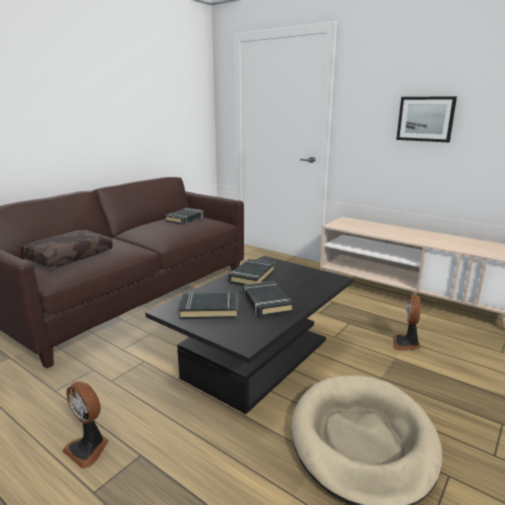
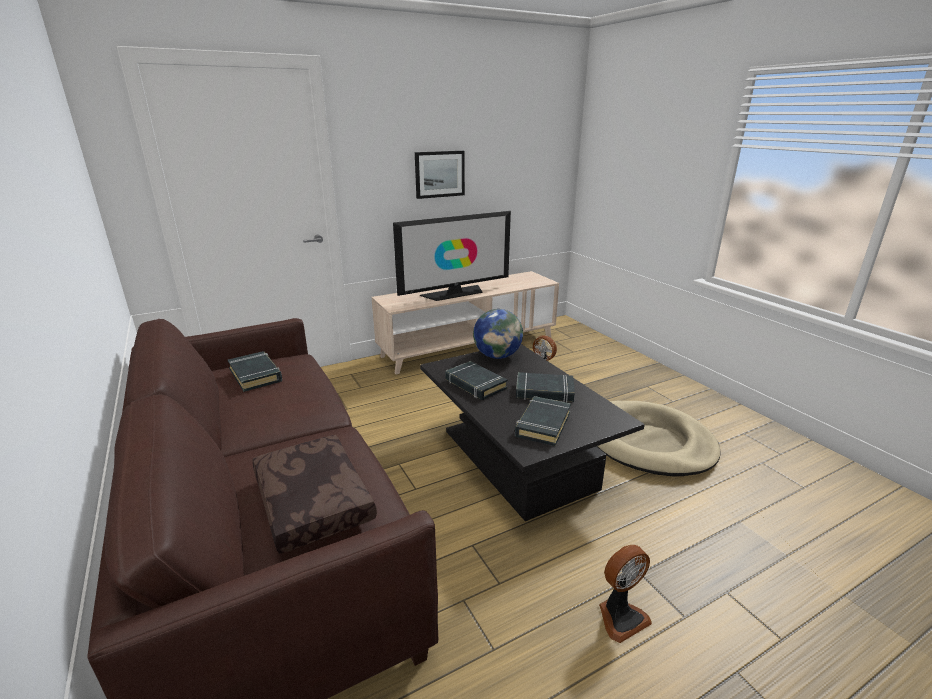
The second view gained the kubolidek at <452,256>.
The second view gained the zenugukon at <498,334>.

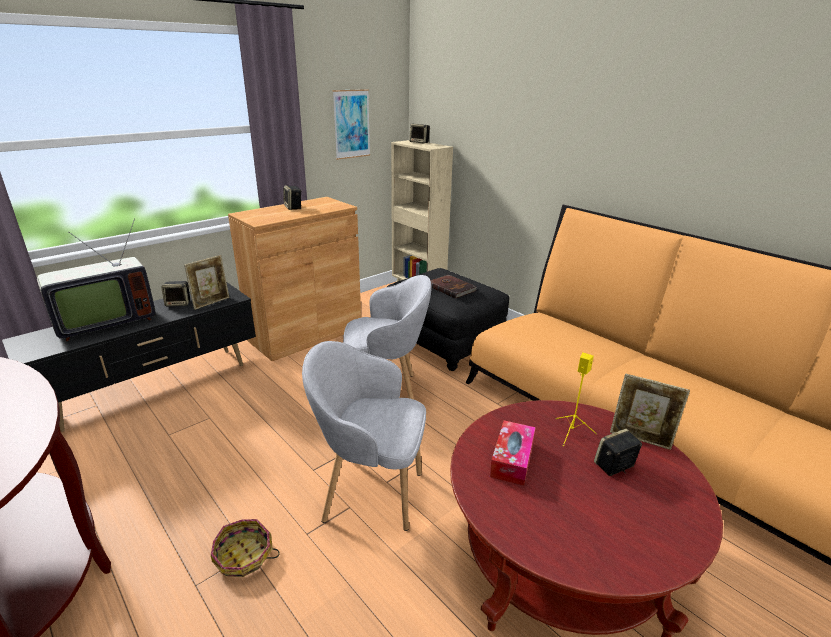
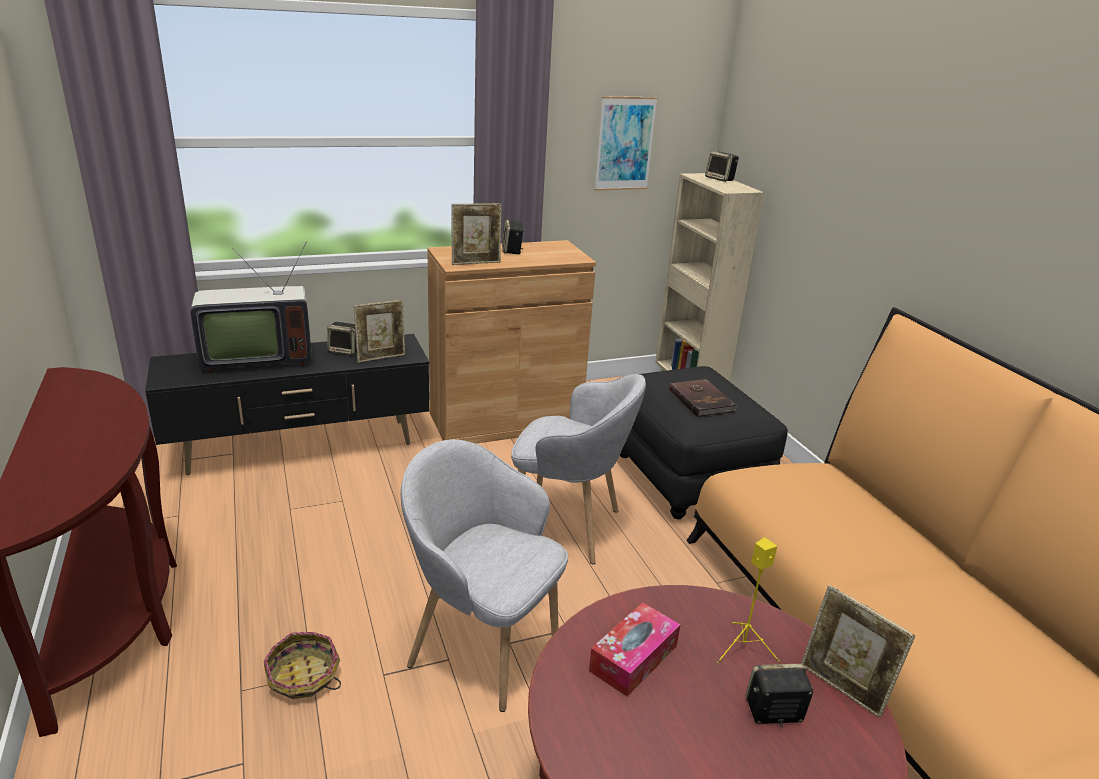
The second view gained the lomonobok at <476,234>.

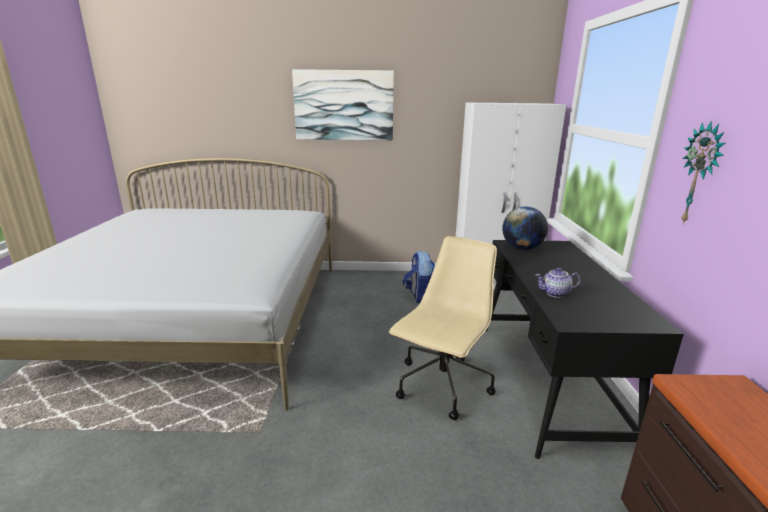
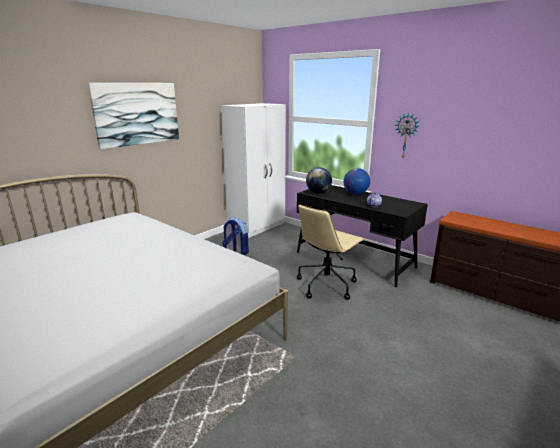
The second view gained the zenugukon at <357,181>.
The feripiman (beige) at <443,328> ended up facing another way, 120 degrees counterclockwise from before.

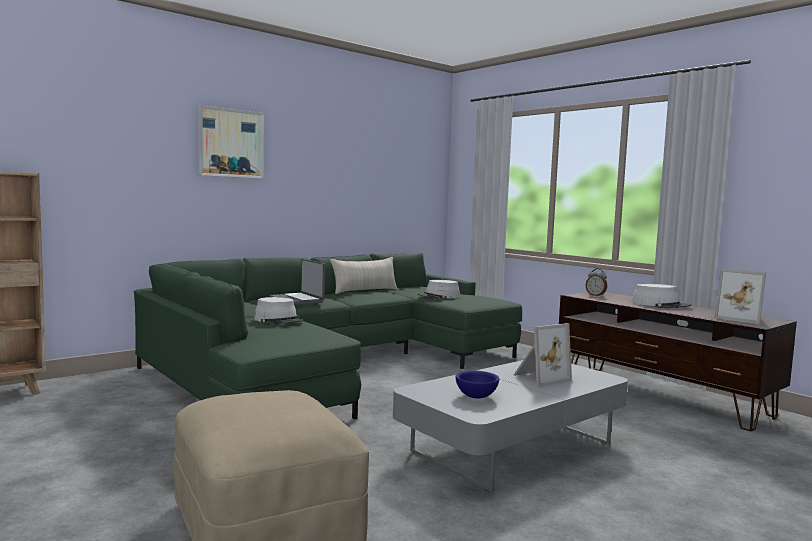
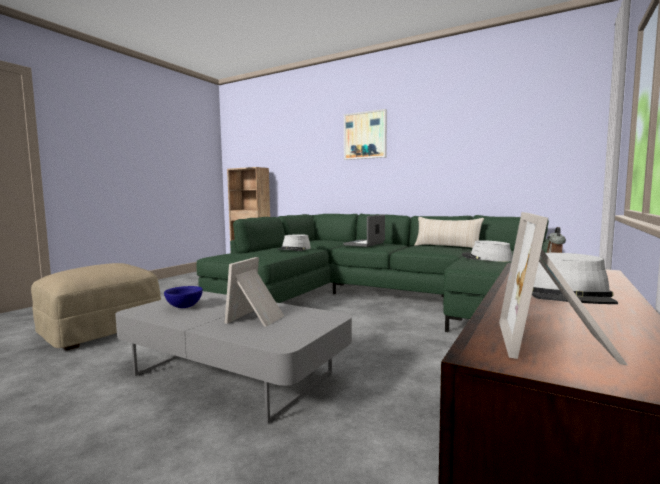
The lomonobok at <543,355> ended up facing another way, 75 degrees clockwise from before.

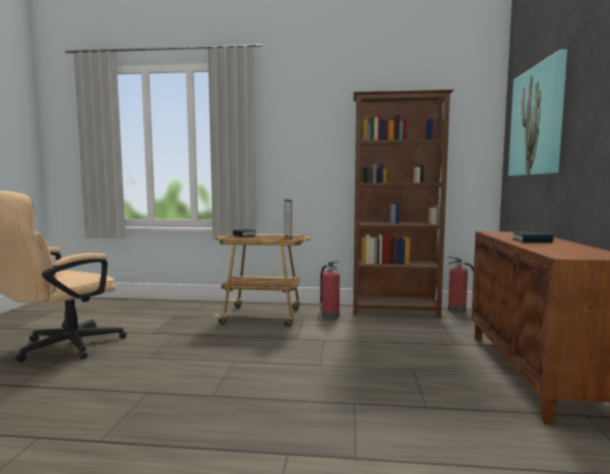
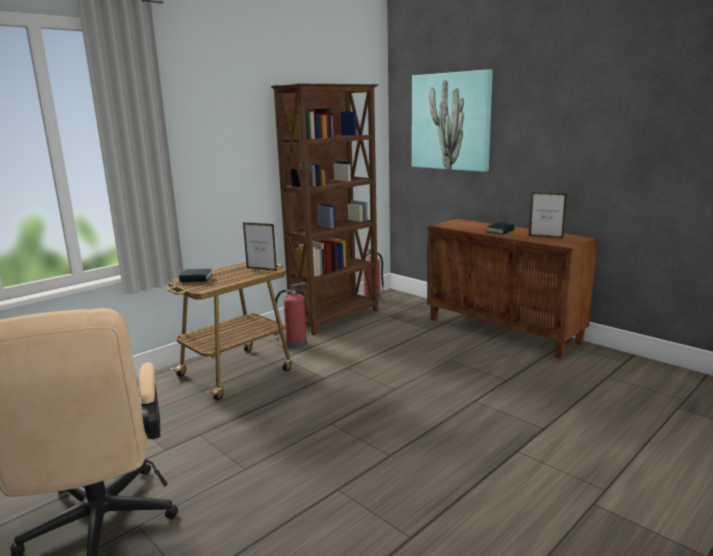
The second view gained the lomonobok at <548,215>.

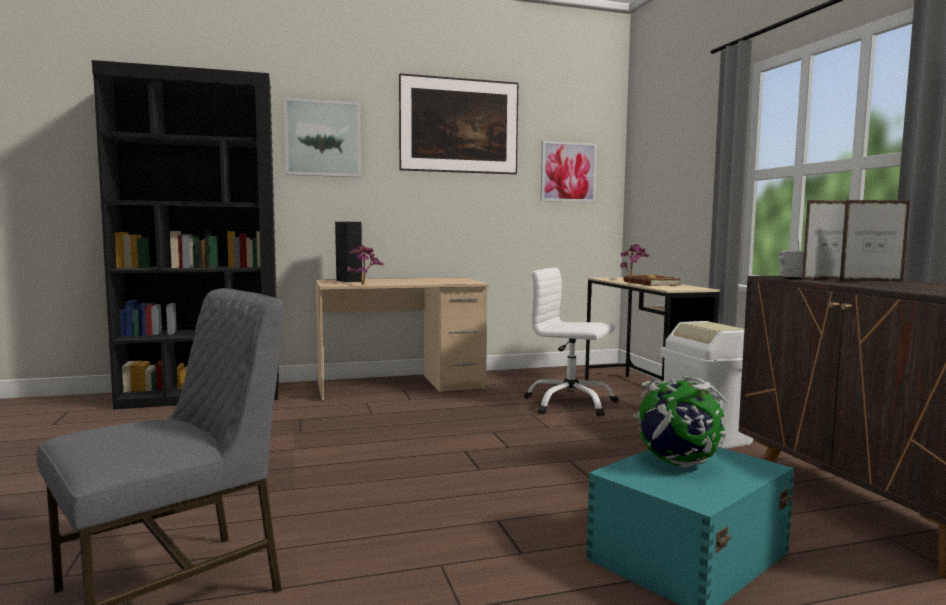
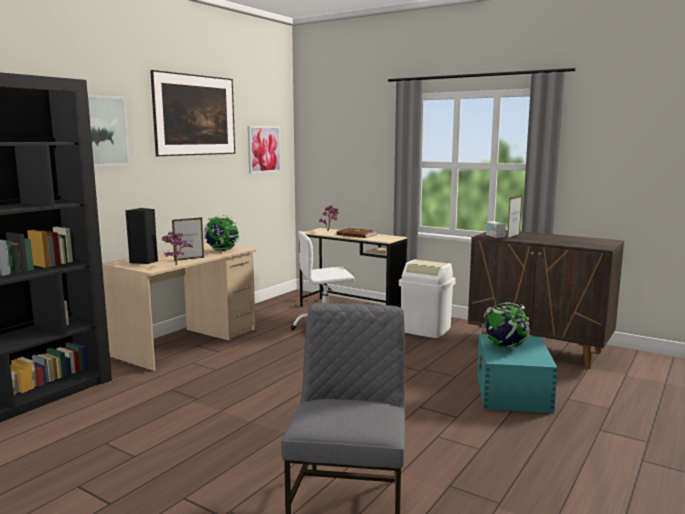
The second view gained the zenugukon at <222,233>.
The lomonobok ended up elsewhere, having gone from <875,241> to <188,239>.

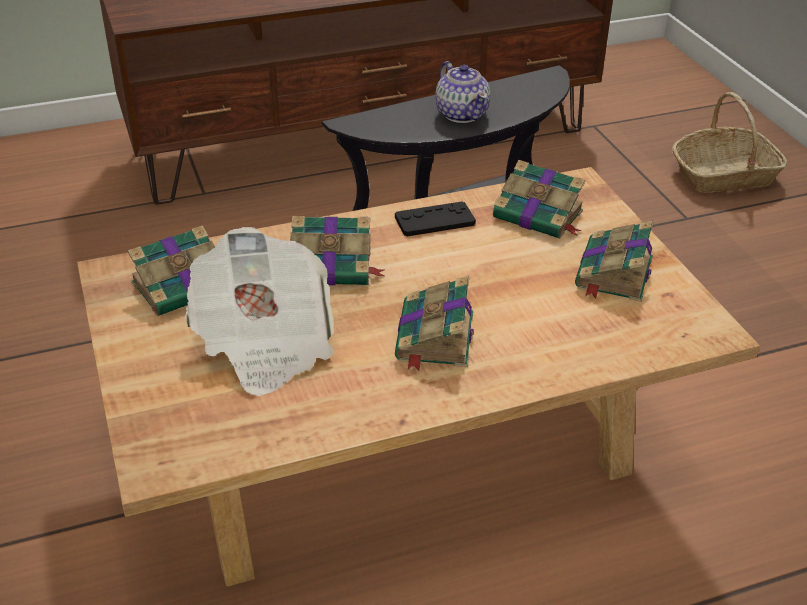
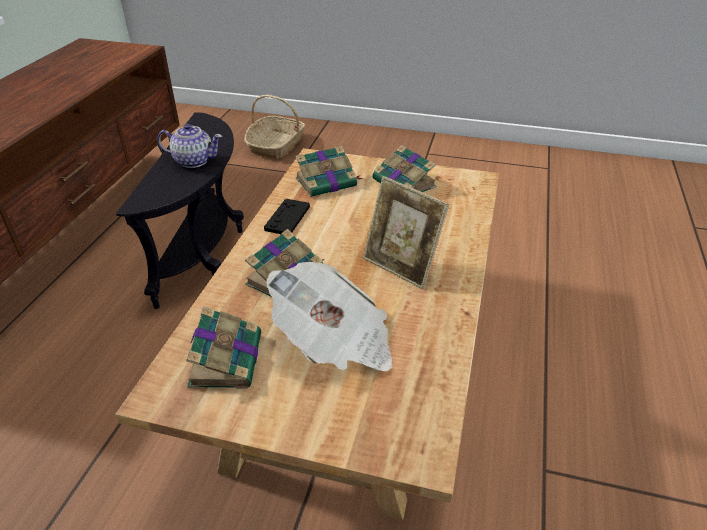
Where the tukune stood at <434,323>, the lomonobok came to stand at <406,232>.

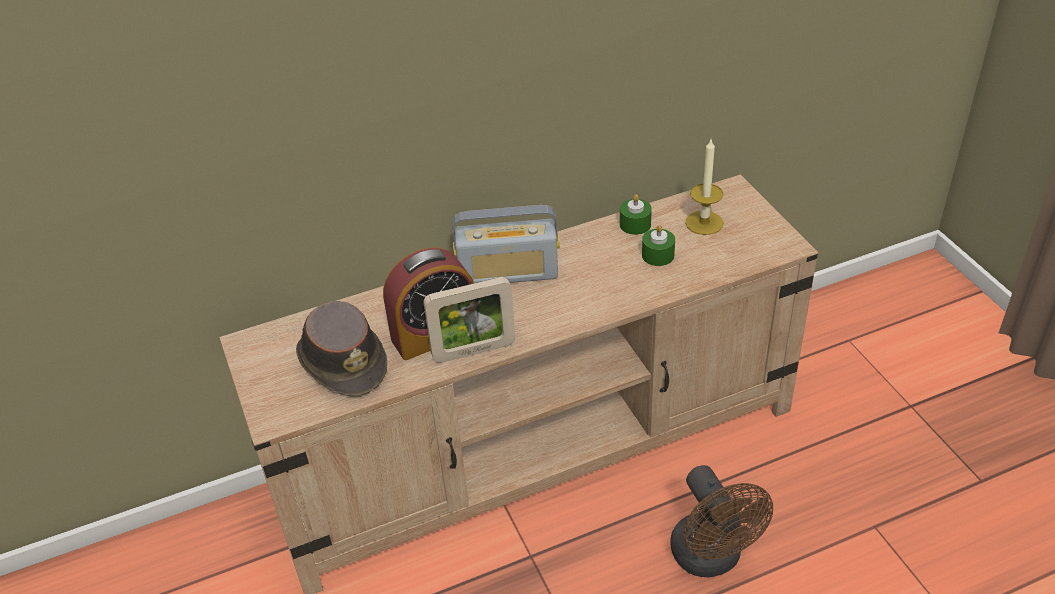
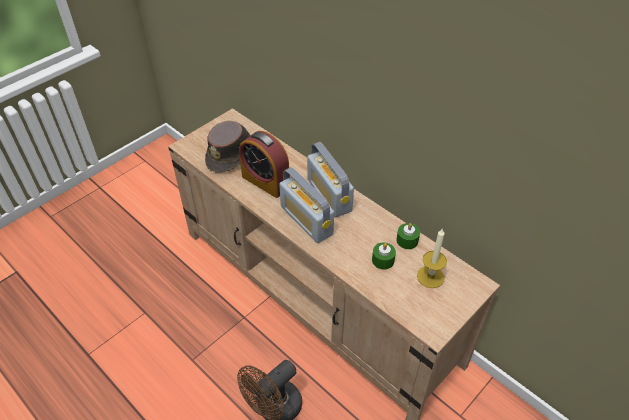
The second view lost the lomonobok at <469,320>.
The second view gained the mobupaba at <306,205>.

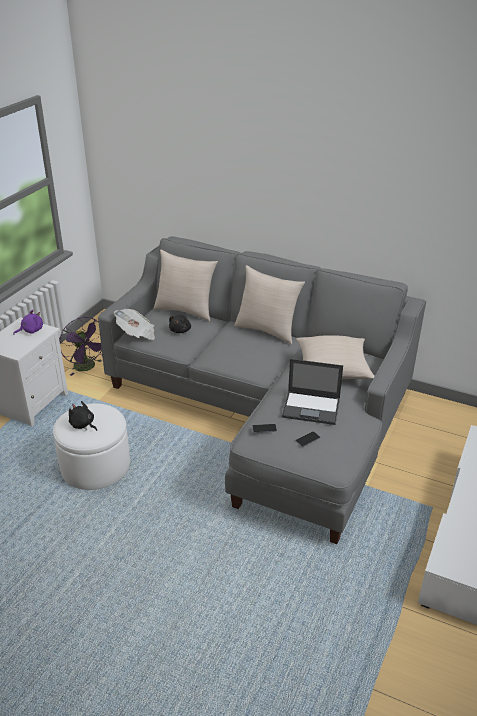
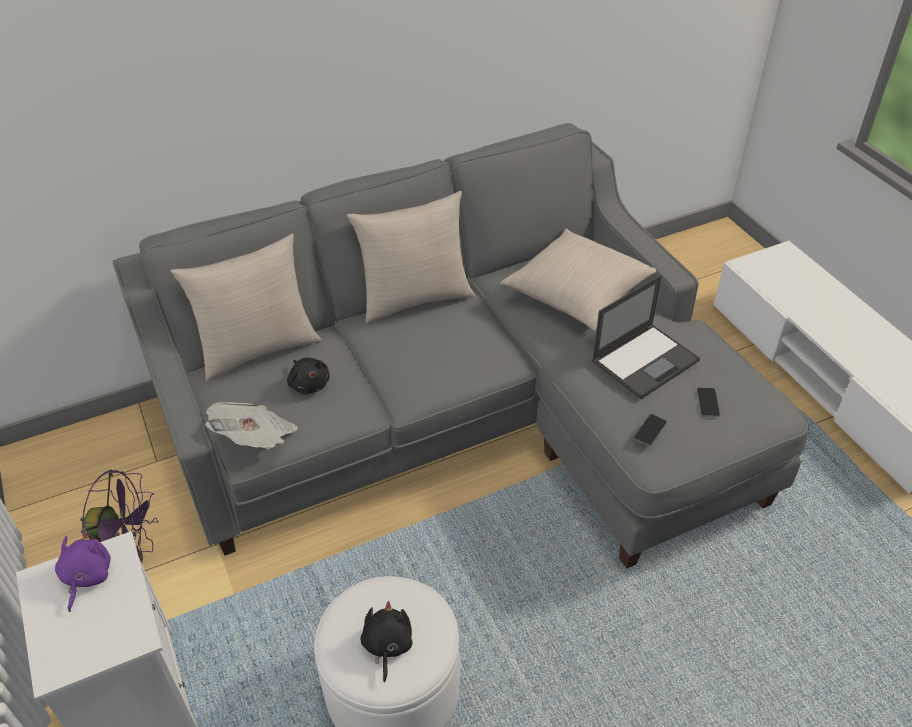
The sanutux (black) at <83,416> ended up facing another way, 105 degrees clockwise from before.

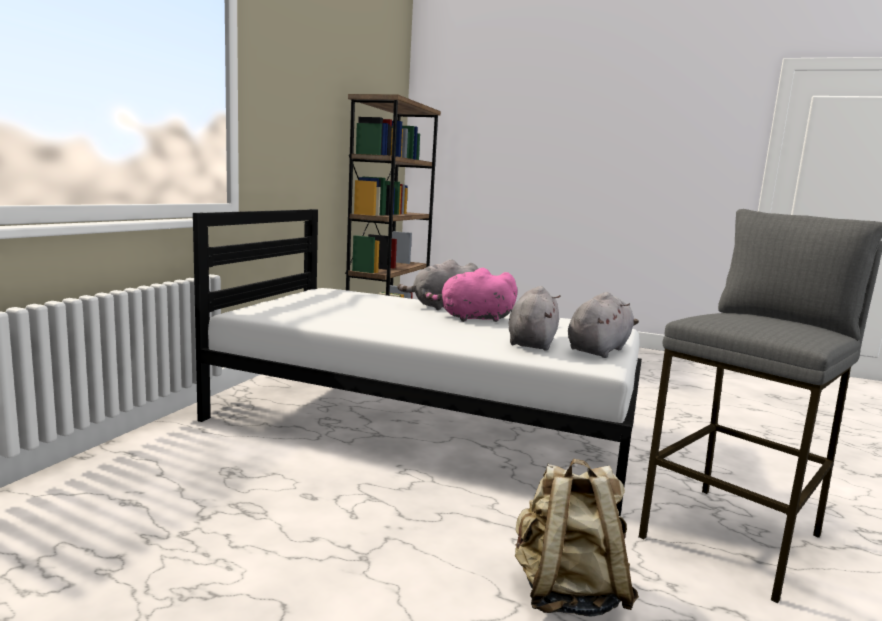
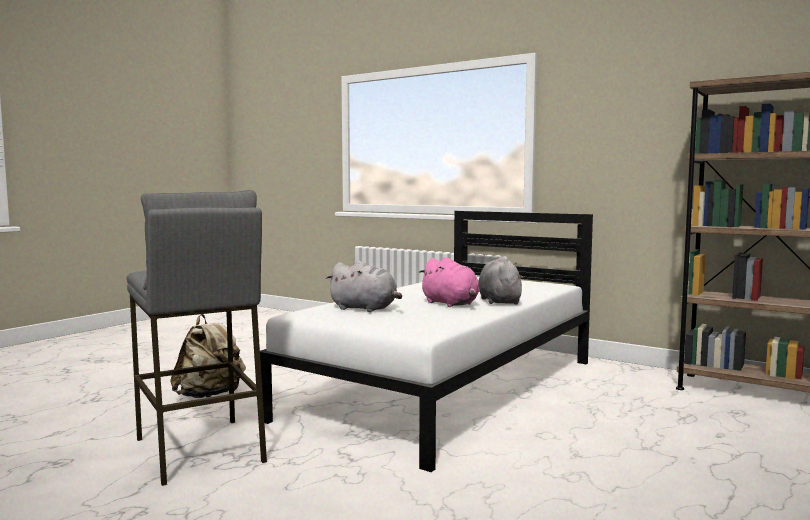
The second view lost the sanutux (grey) at <603,325>.
The sanutux (pink) at <471,295> ended up facing another way, 135 degrees clockwise from before.

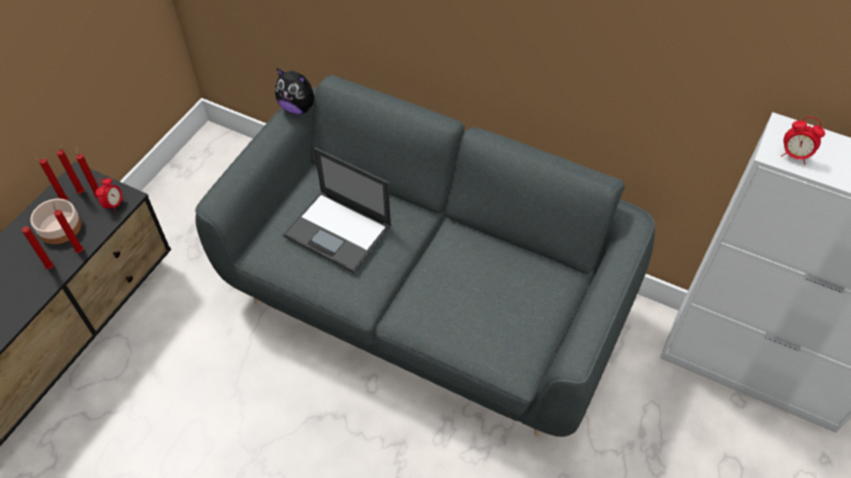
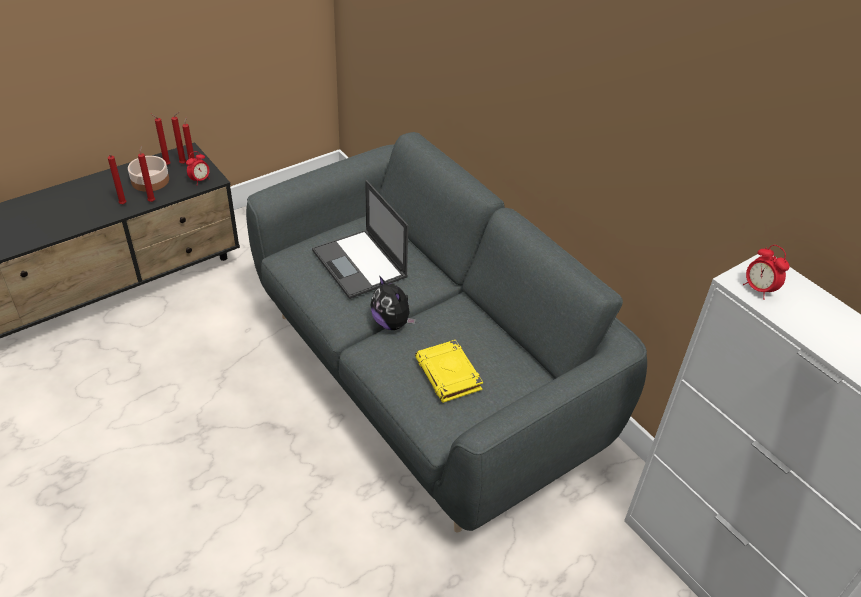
The second view gained the tukune (yellow) at <449,371>.
The sanutux ended up elsewhere, having gone from <294,91> to <393,303>.

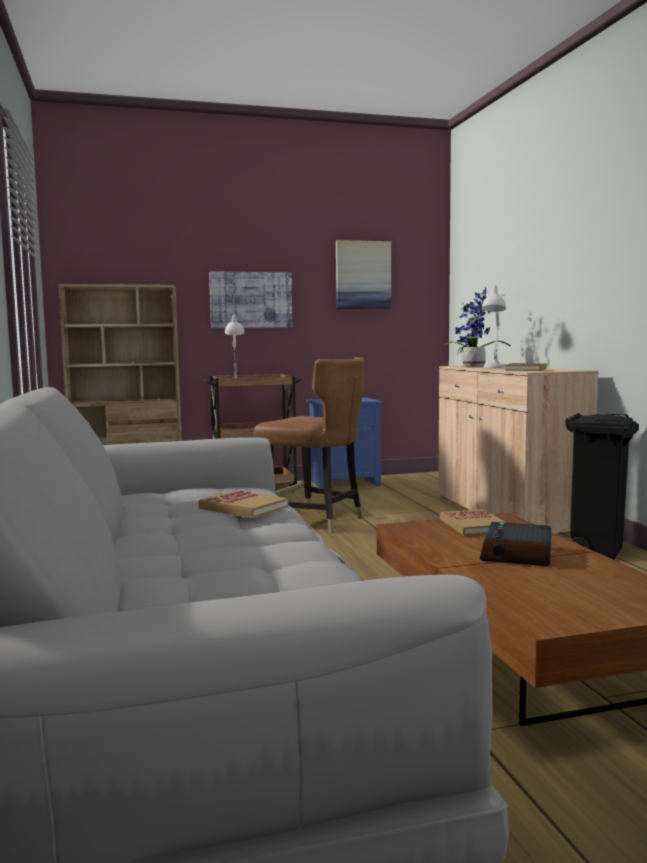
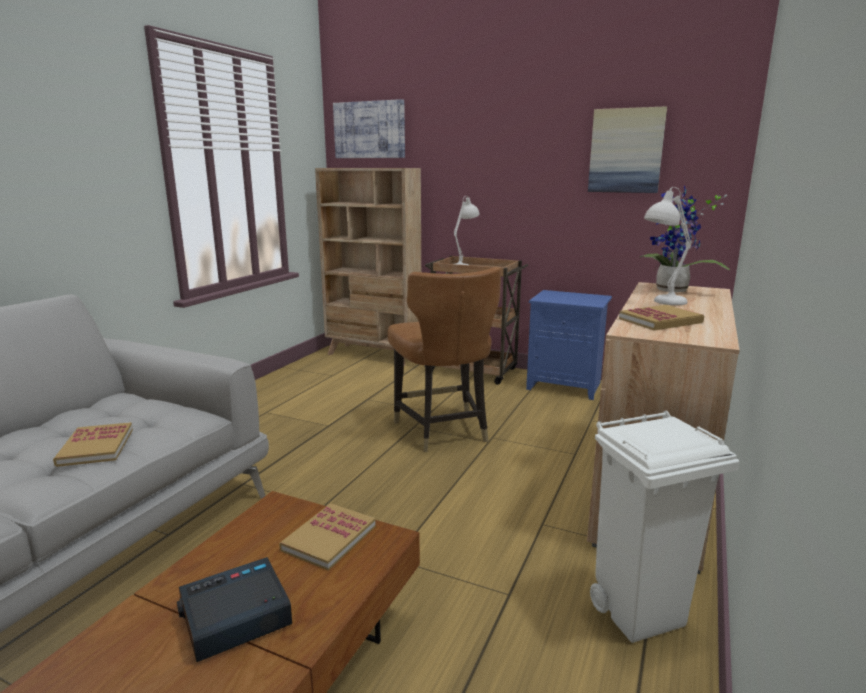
The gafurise ended up elsewhere, having gone from <250,299> to <369,128>.
What was the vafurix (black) at <602,486> turned into the vafurix (white) at <665,527>.

